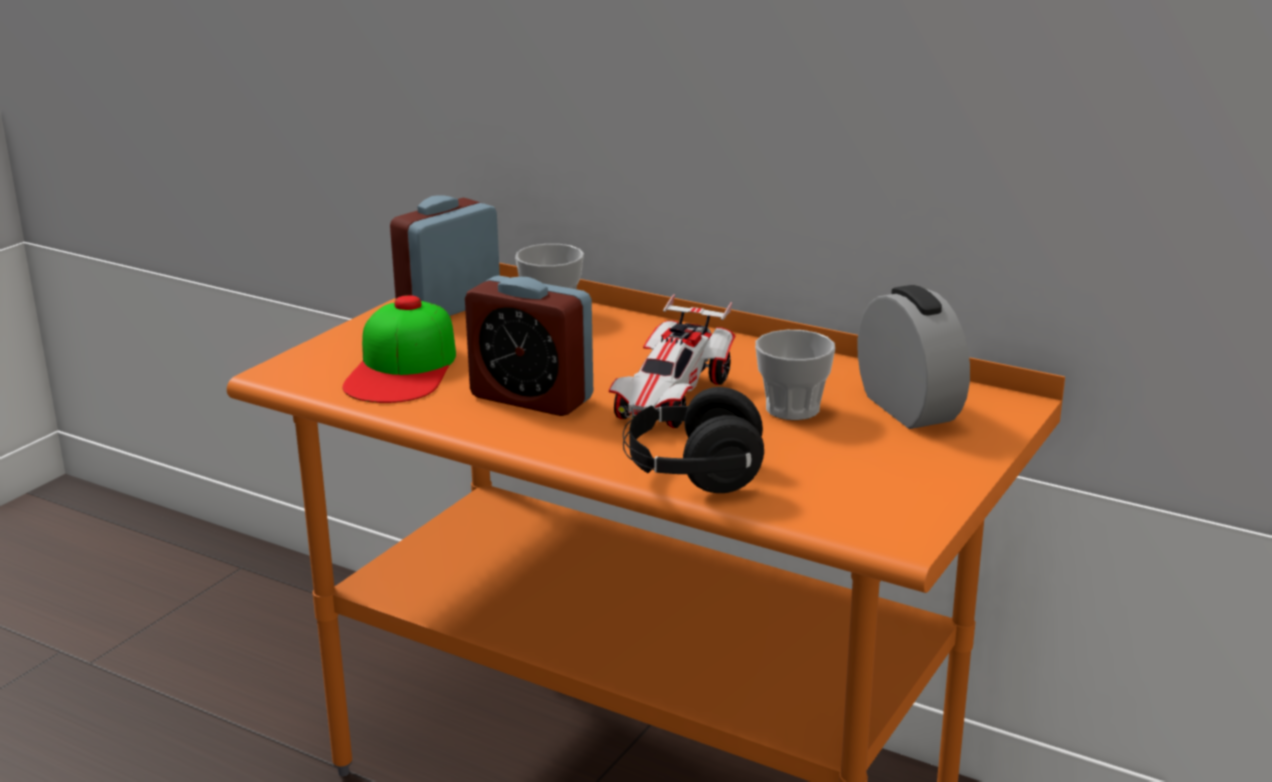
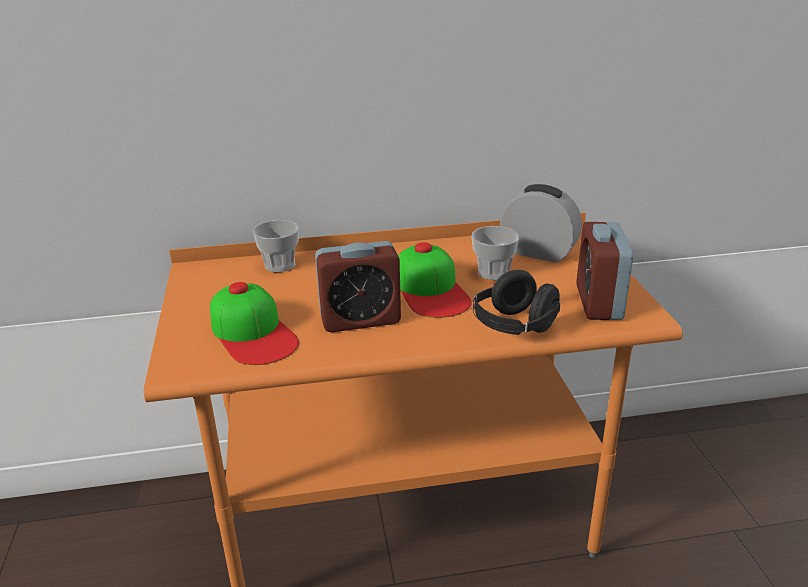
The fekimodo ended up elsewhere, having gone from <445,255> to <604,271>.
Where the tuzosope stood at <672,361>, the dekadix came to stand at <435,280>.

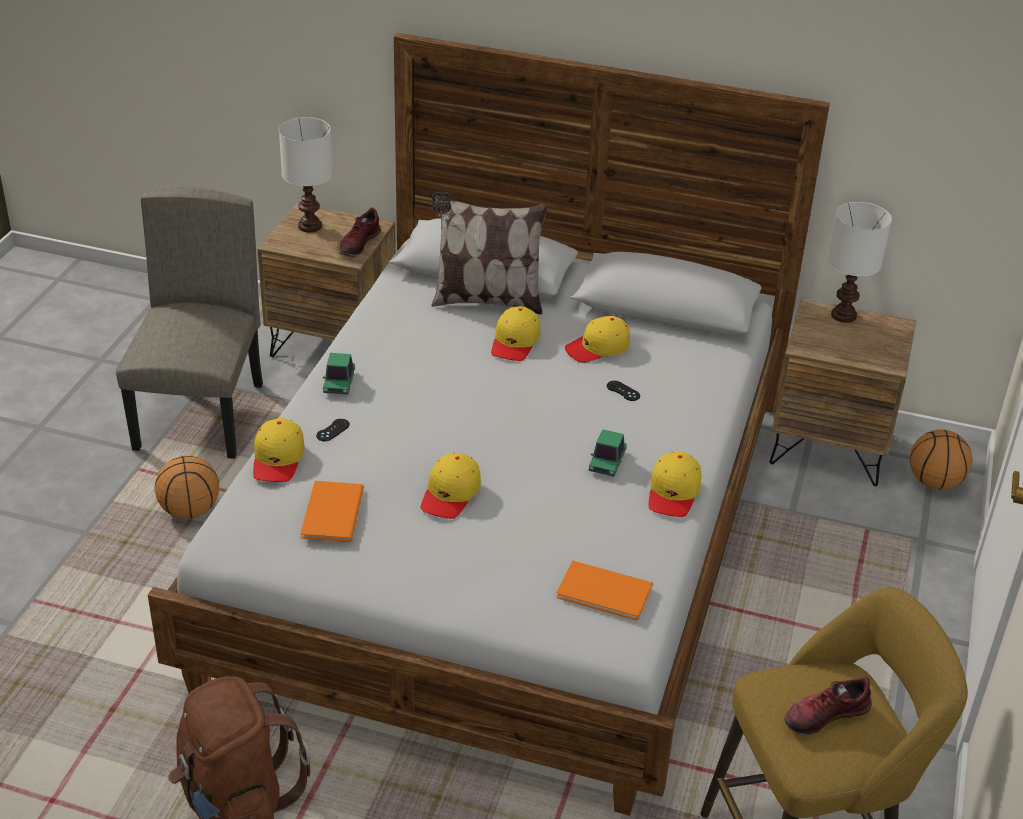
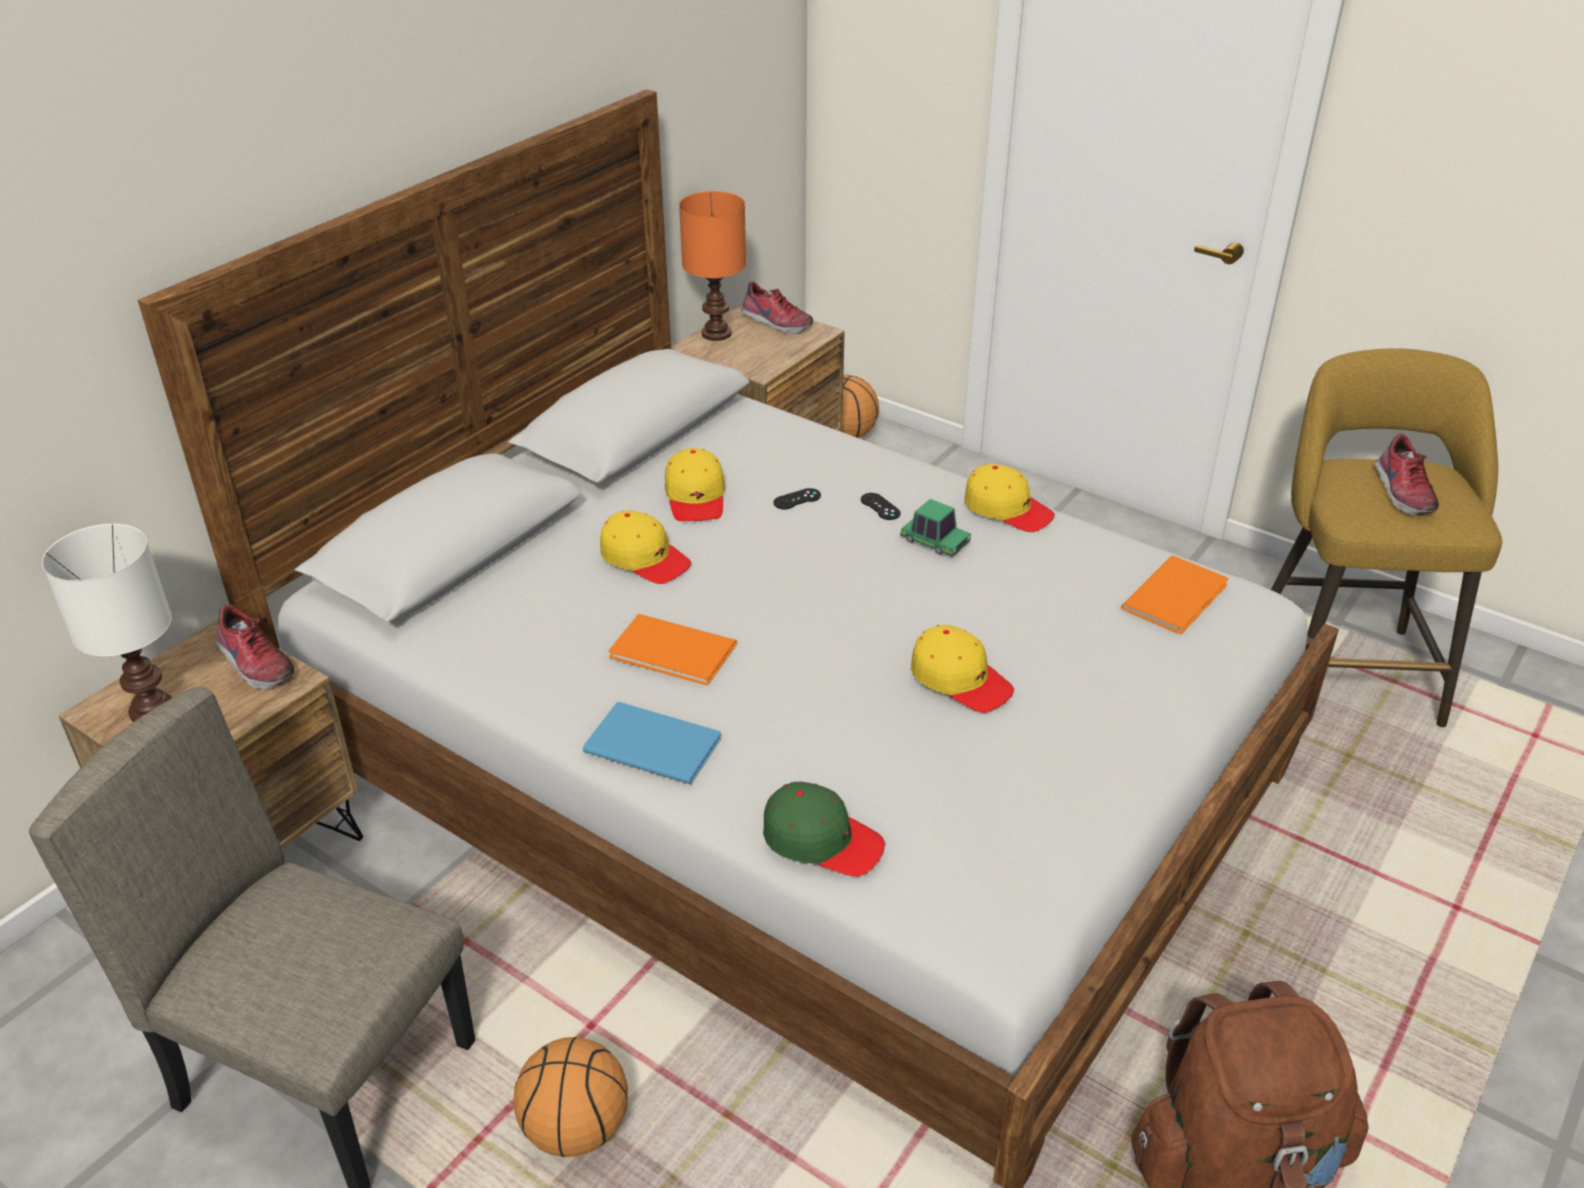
The second view lost the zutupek at <489,253>.
The second view gained the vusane at <777,308>.
The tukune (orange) ended up elsewhere, having gone from <332,511> to <673,649>.
The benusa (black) ended up elsewhere, having gone from <333,430> to <881,506>.
Where the tuzosope stood at <339,374>, the tukune (blue) came to stand at <652,743>.
What was the dekadix (yellow) at <279,450> turned into the dekadix (green) at <824,829>.
What was the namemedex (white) at <860,262> turned into the namemedex (orange) at <712,266>.

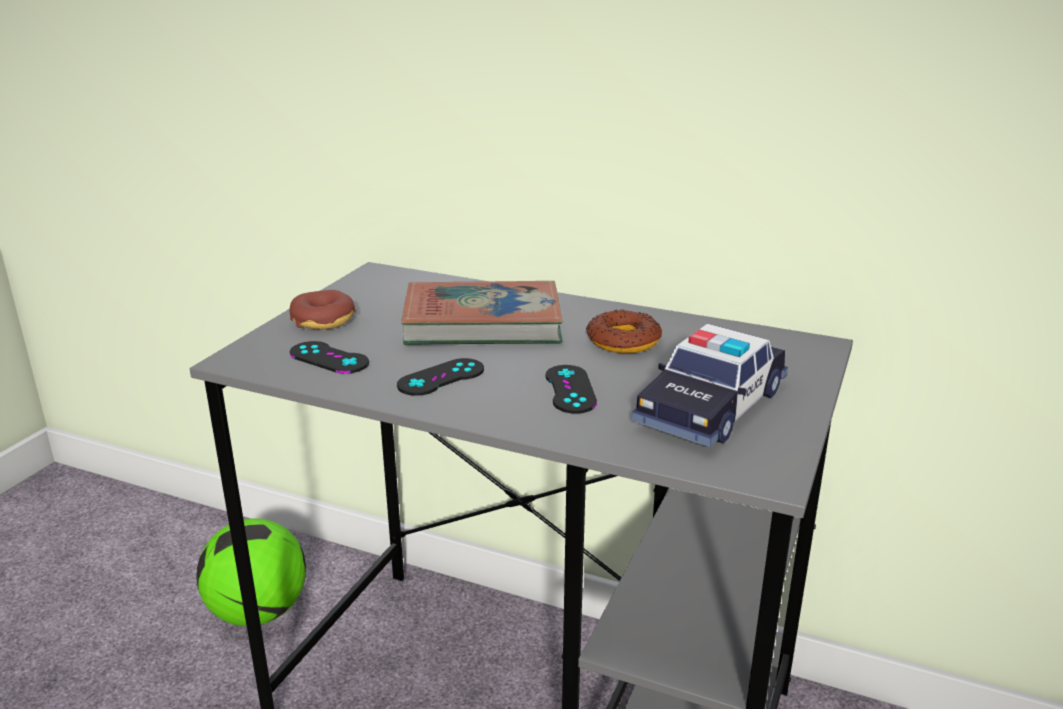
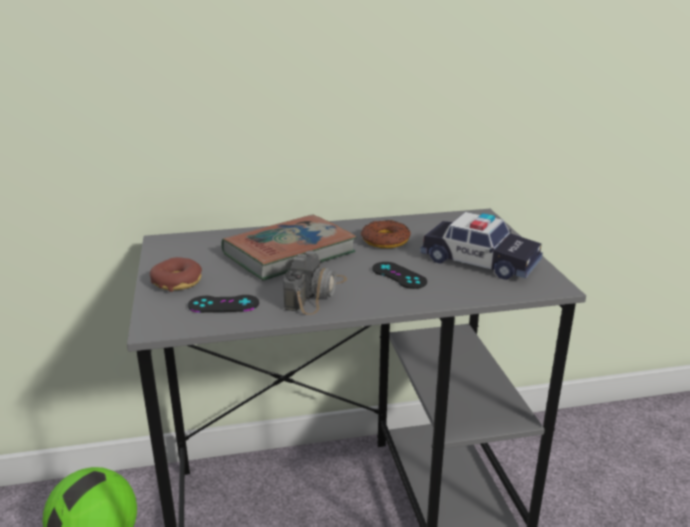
Where the benusa (black) stood at <440,377>, the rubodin came to stand at <315,283>.
The tuzosope at <710,385> ended up facing another way, 60 degrees counterclockwise from before.

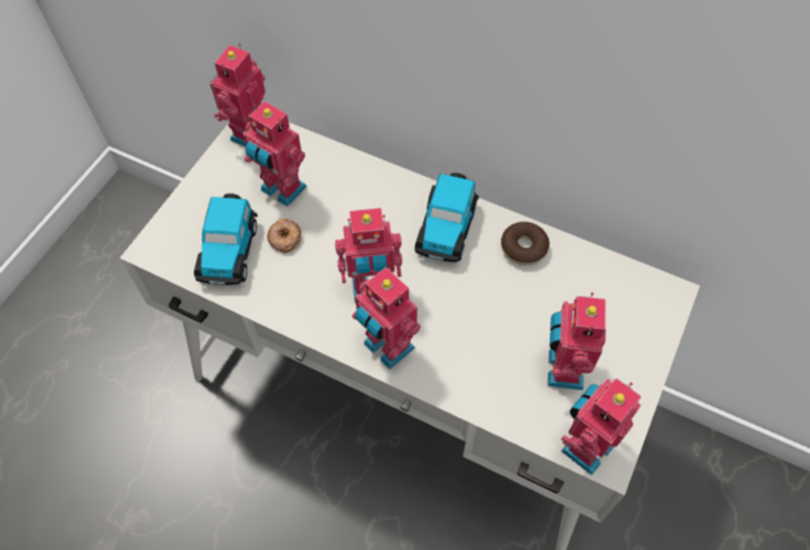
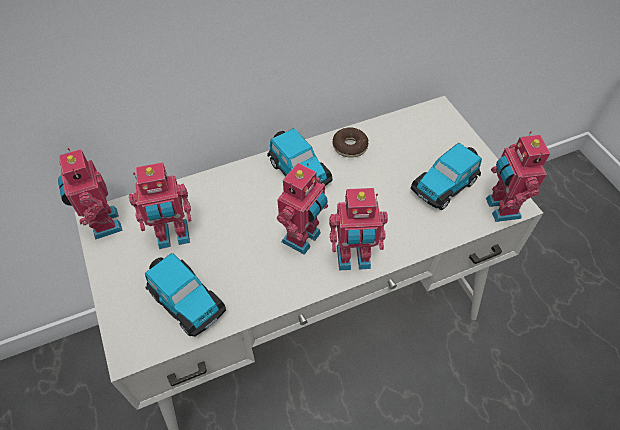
The second view lost the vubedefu at <284,236>.
Where the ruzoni stood at <576,341>, the tuzosope came to stand at <446,176>.

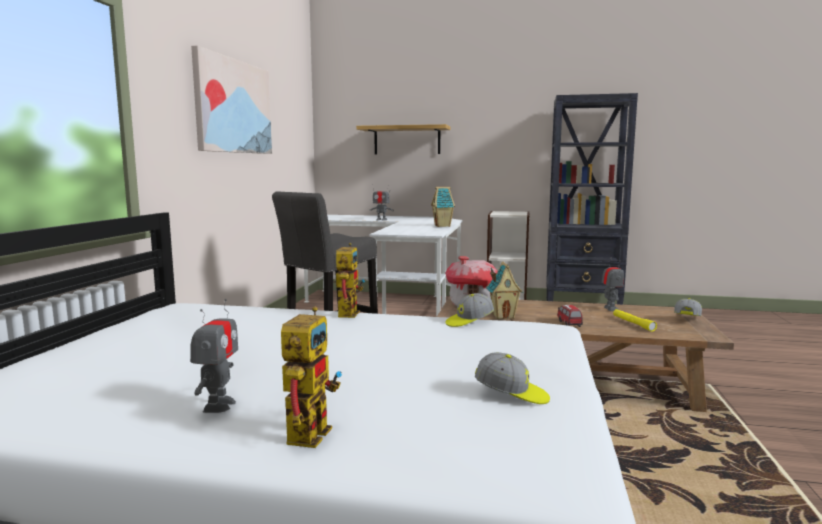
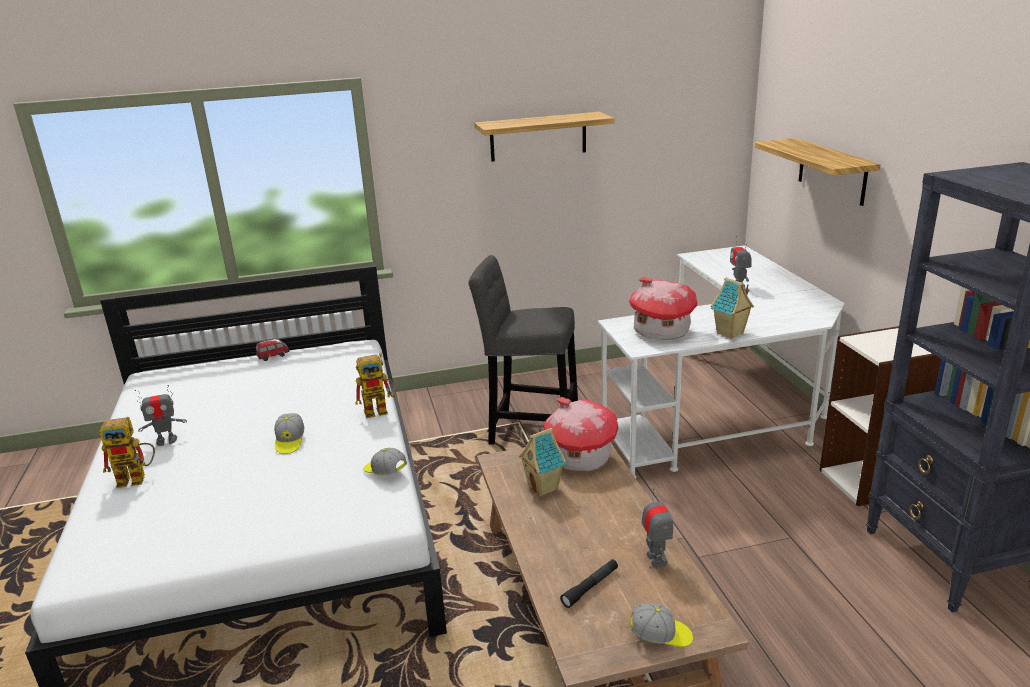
The second view gained the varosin at <663,308>.
The dekadix ended up elsewhere, having gone from <512,378> to <289,433>.
The tuzosope ended up elsewhere, having gone from <570,316> to <272,350>.
Where the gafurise hung at <231,100>, the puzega came to hang at <544,137>.
What was the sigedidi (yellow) at <635,320> turned into the sigedidi (black) at <589,583>.
The ruzoni at <613,287> ended up facing another way, 75 degrees counterclockwise from before.

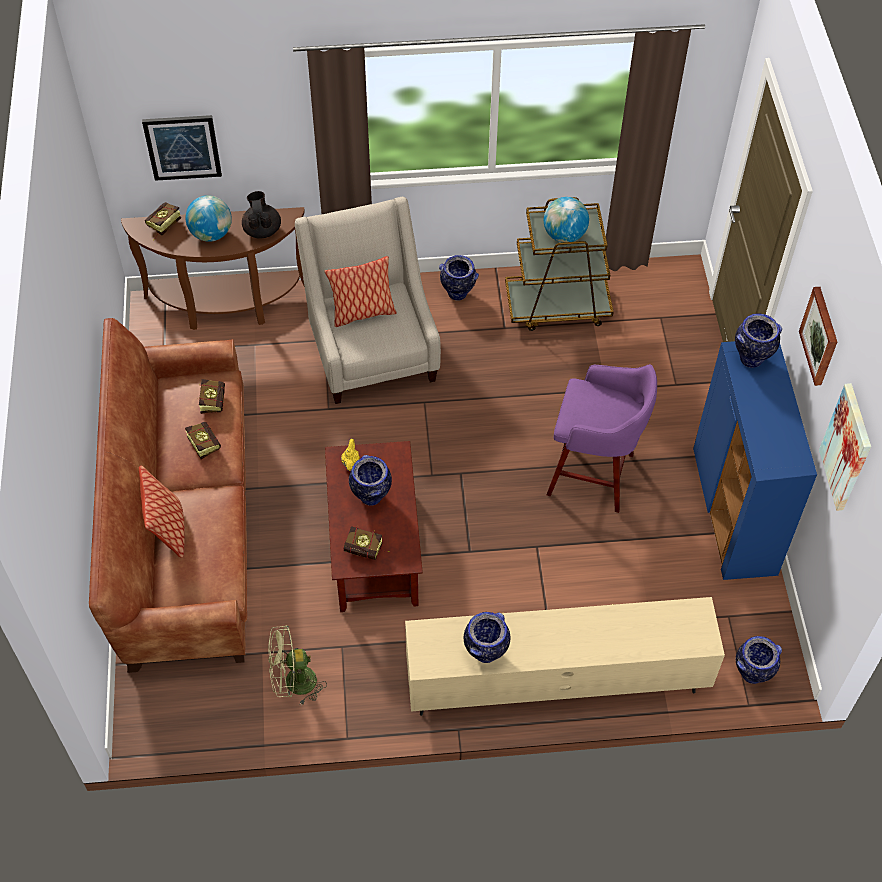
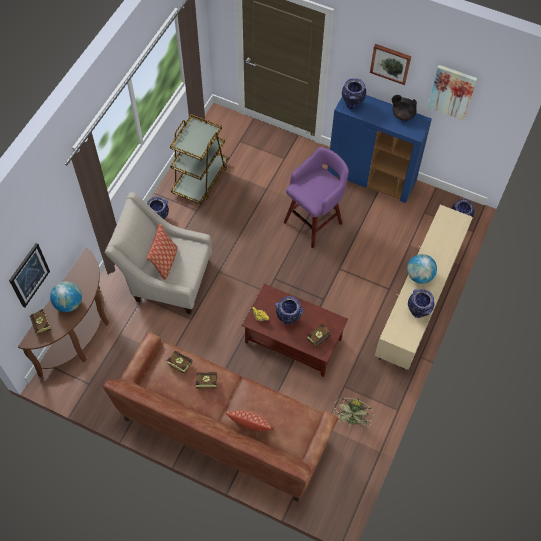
The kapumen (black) ended up elsewhere, having gone from <261,214> to <404,108>.
The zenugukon ended up elsewhere, having gone from <566,219> to <422,269>.

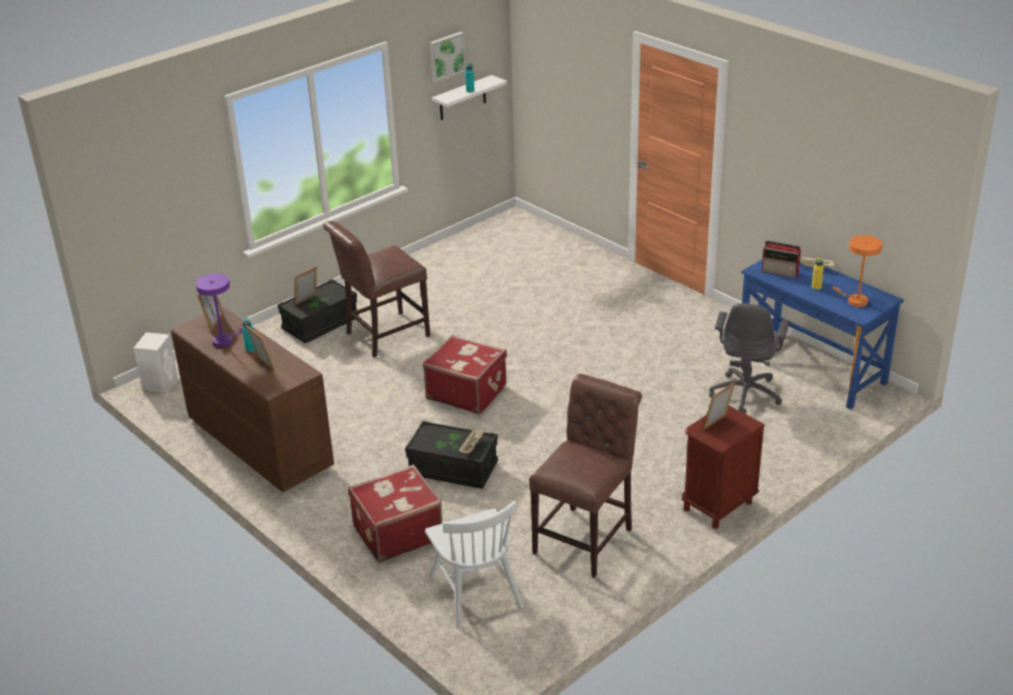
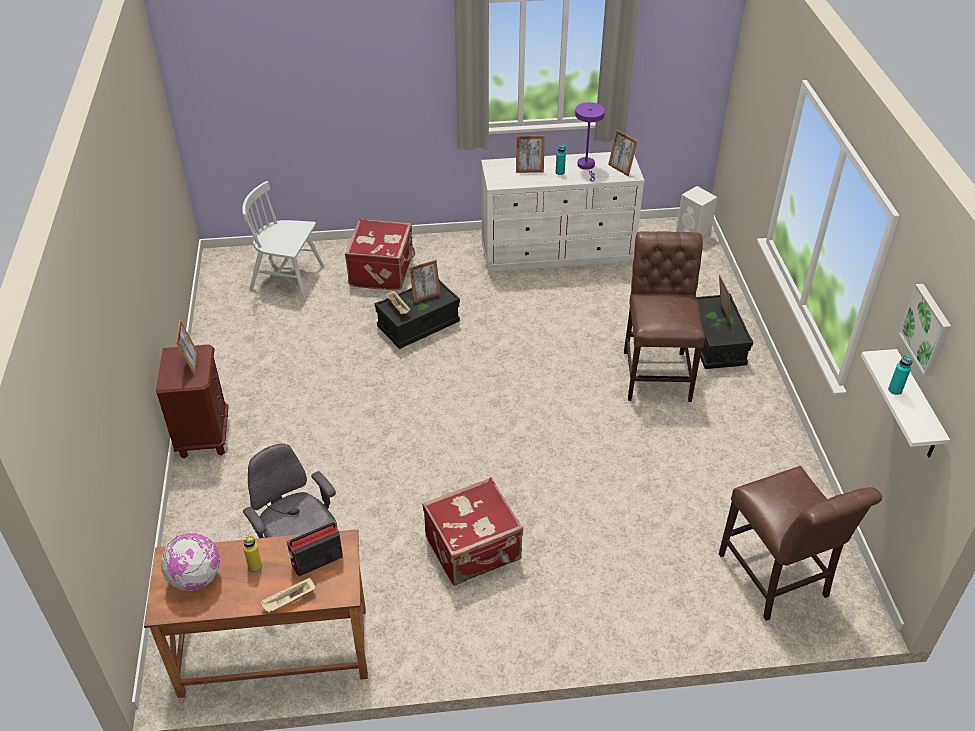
The second view gained the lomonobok at <425,281>.
The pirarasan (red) ended up elsewhere, having gone from <465,374> to <472,531>.
The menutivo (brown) ended up elsewhere, having gone from <585,476> to <800,543>.
Where the namemedex (orange) stood at <857,271>, the zenugukon came to stand at <190,562>.
What was the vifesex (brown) at <252,399> turned into the vifesex (white) at <562,211>.
What was the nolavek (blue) at <822,332> turned into the nolavek (brown) at <256,613>.

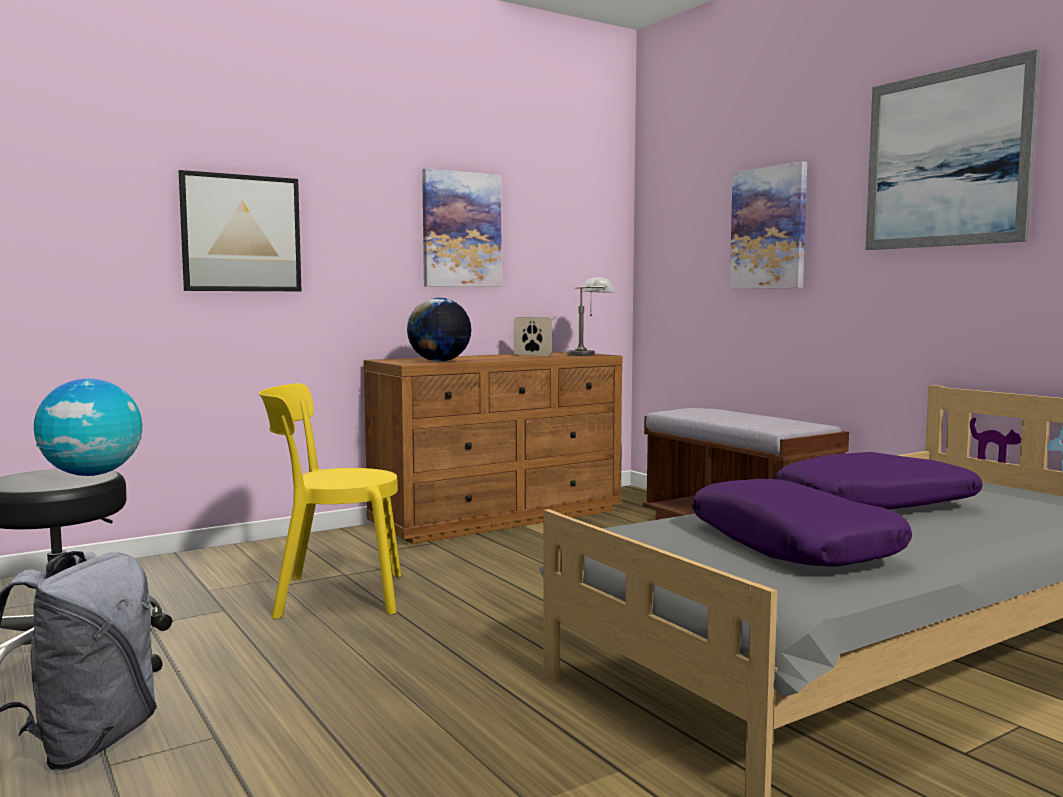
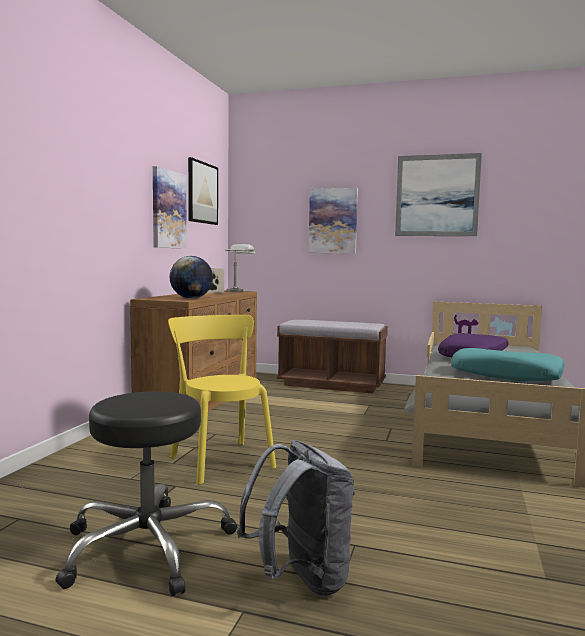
The second view lost the zenugukon at <88,427>.
The gafurise ended up elsewhere, having gone from <240,230> to <203,191>.
What was the zutupek (purple) at <802,522> turned into the zutupek (turquoise) at <508,364>.
The menutivo (yellow) at <330,501> ended up facing another way, 105 degrees clockwise from before.

